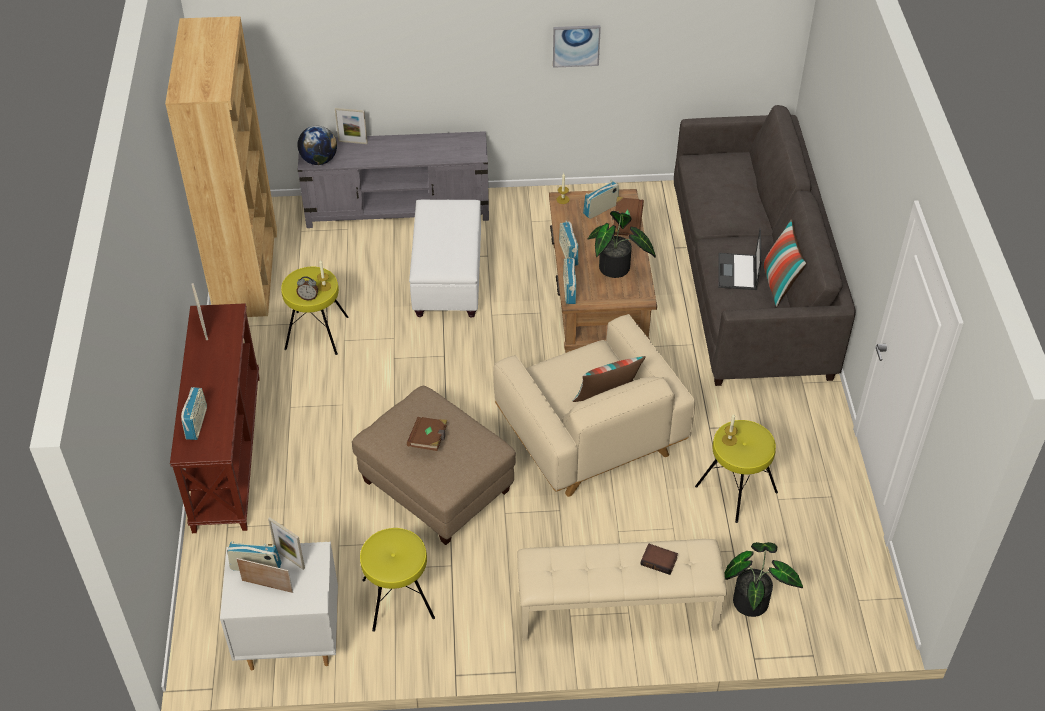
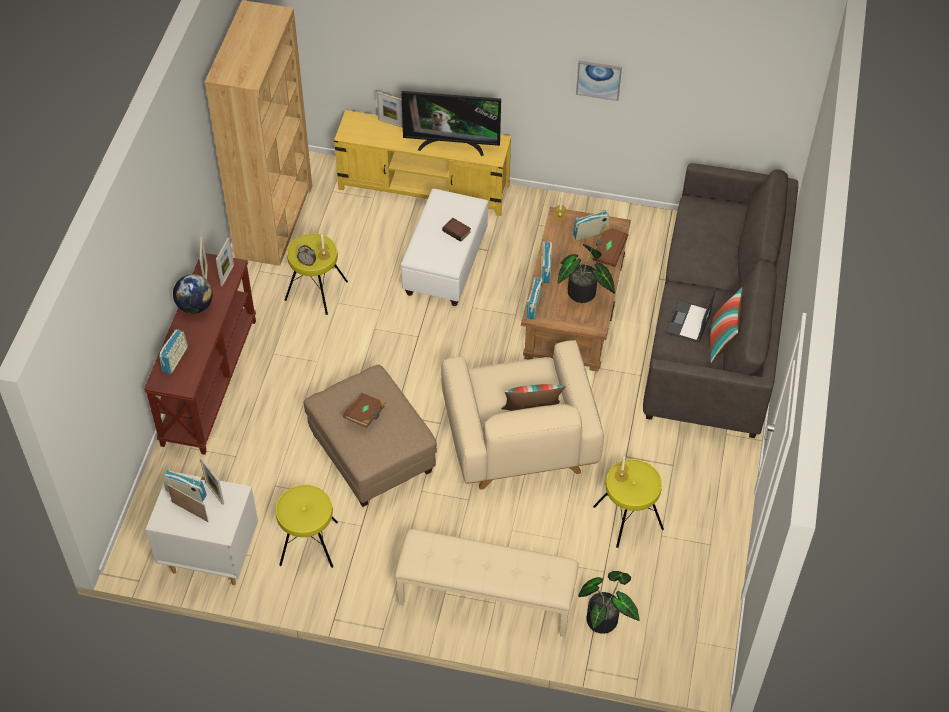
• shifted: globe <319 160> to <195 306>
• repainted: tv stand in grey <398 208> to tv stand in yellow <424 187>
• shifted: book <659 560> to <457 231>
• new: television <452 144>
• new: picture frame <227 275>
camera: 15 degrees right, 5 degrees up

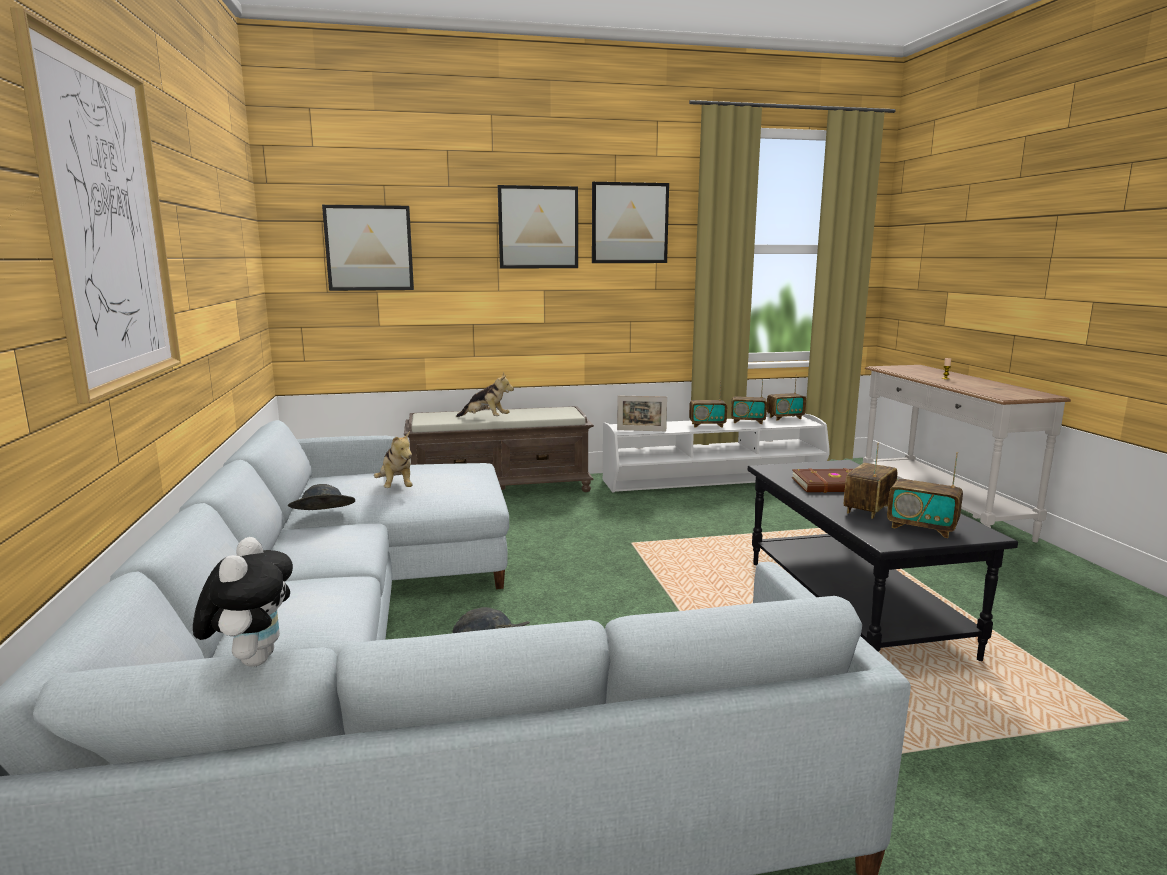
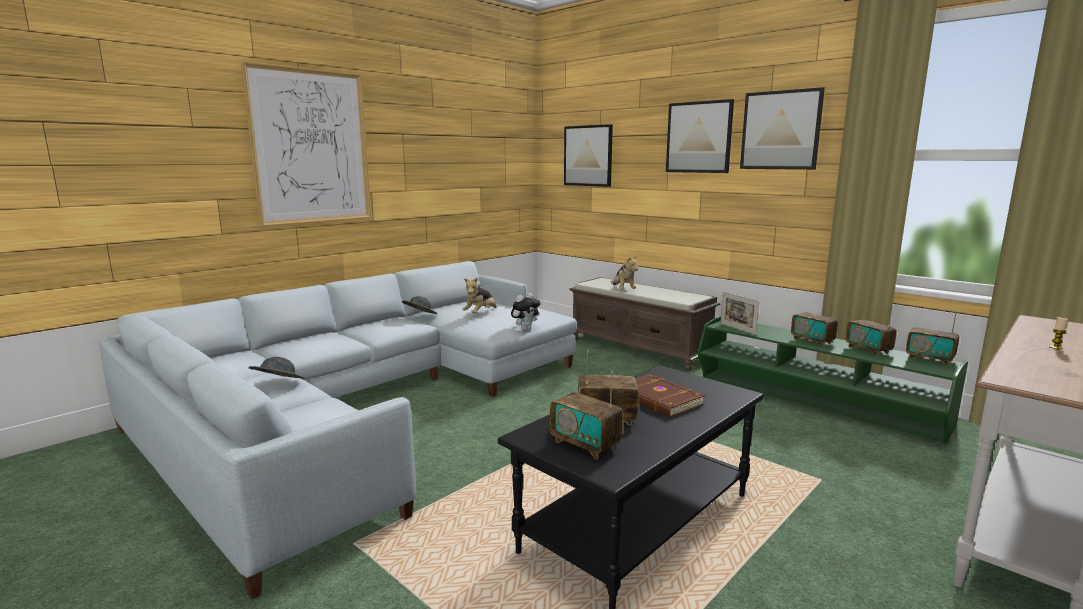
• repainted: tv stand in white <714 481> to tv stand in green <814 402>
• rotated: radio <921 528> = <585 445> 45 degrees counterclockwise
• shifted: plush toy <252 659> to <525 329>
camera: 55 degrees right, 0 degrees up

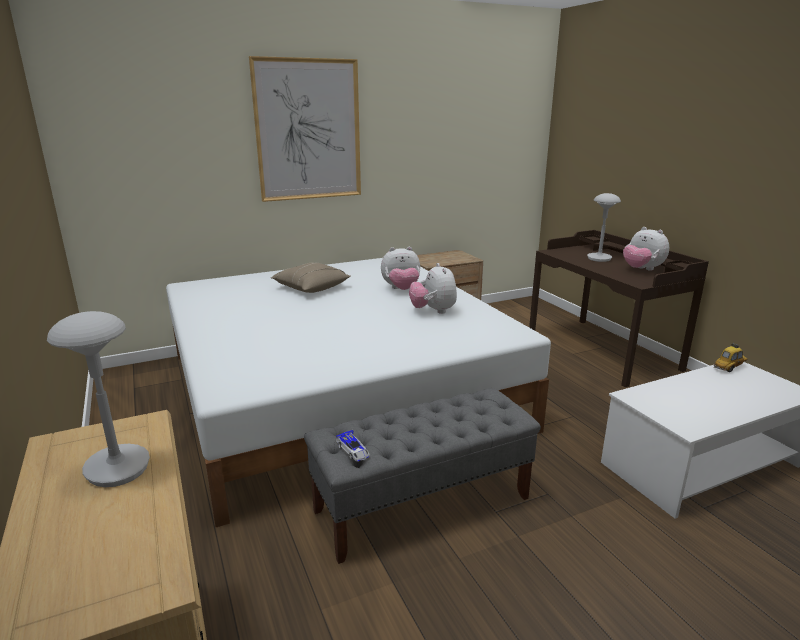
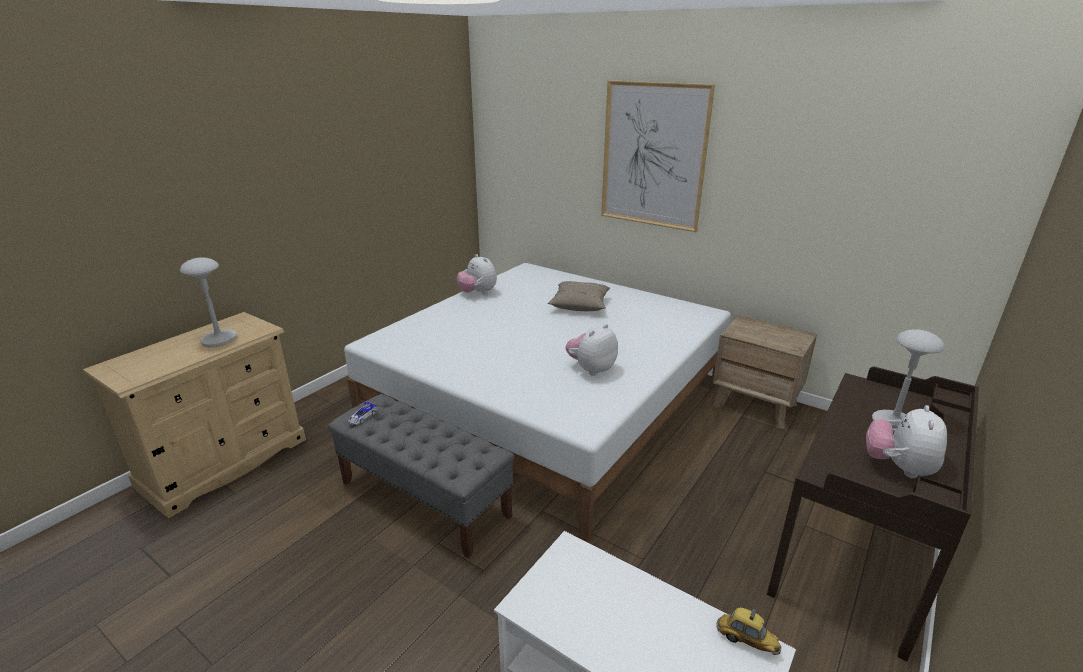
• shifted: plush toy <401 289> to <478 293>
camera: 60 degrees right, 5 degrees up

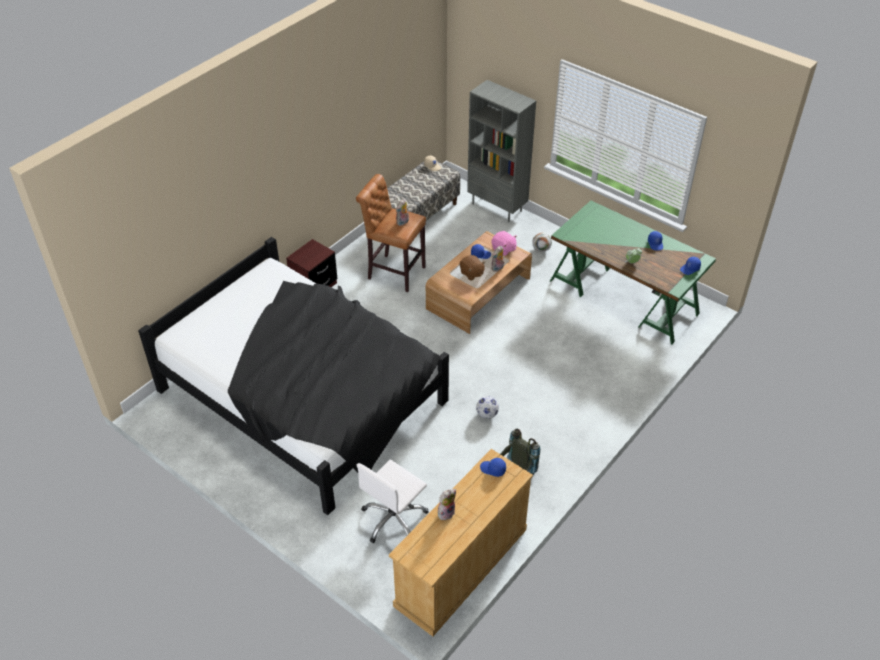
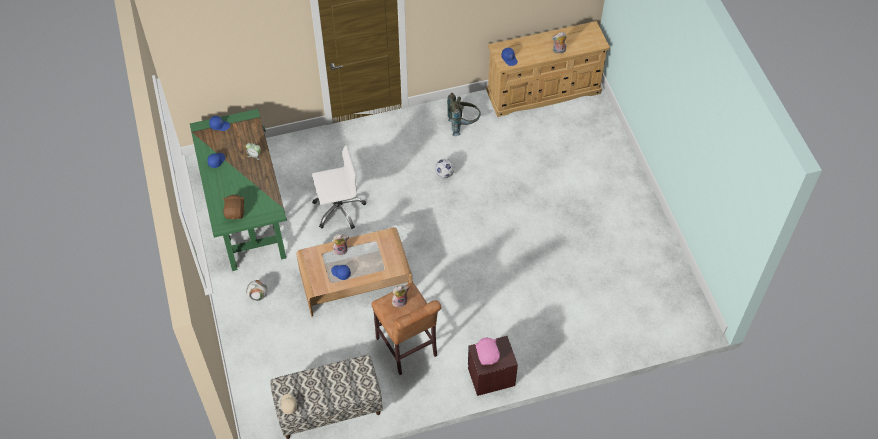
• gone: bookcase in grey <497 207>
• shifted: plush toy in pink <503 249> to <487 355>
• gone: bed in black <304 395>
• shifted: plush toy in brown <471 273> to <235 212>
• shifted: office chair in white <394 519> to <338 209>
camera: 145 degrees left, 10 degrees up

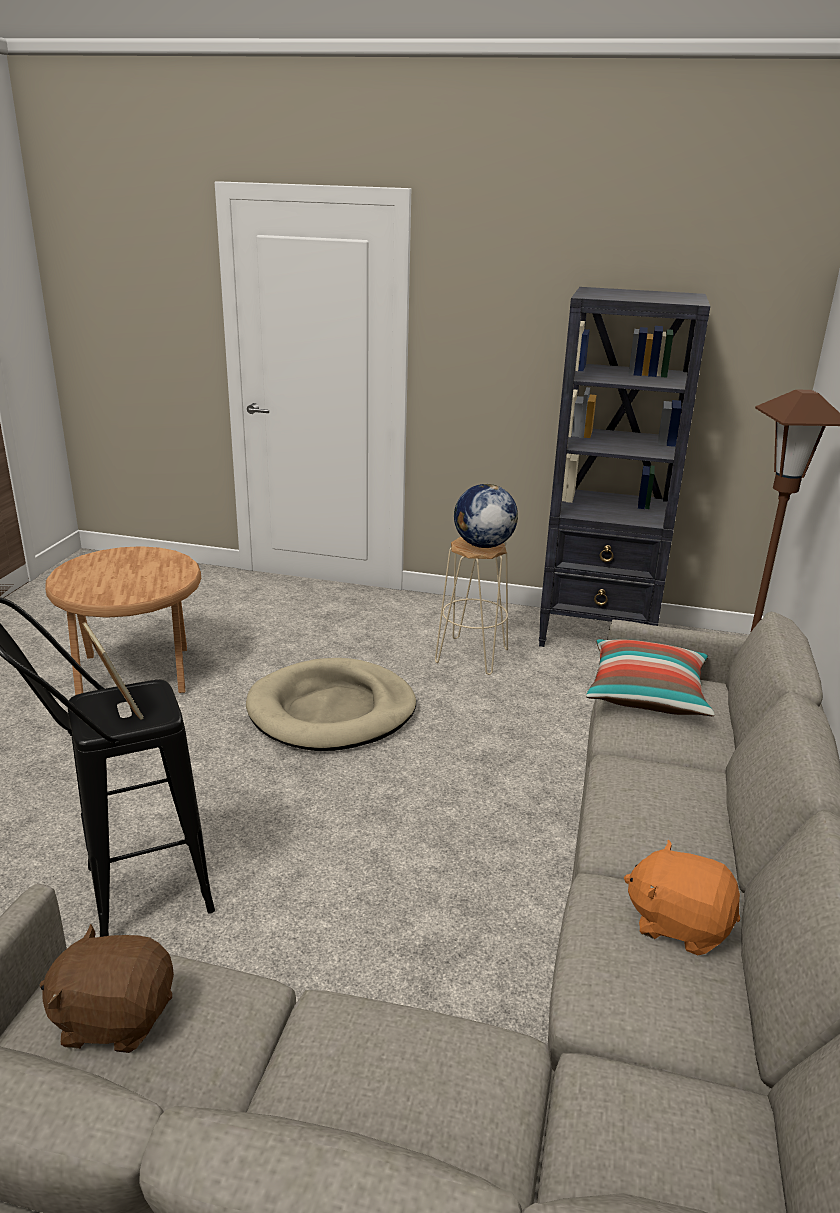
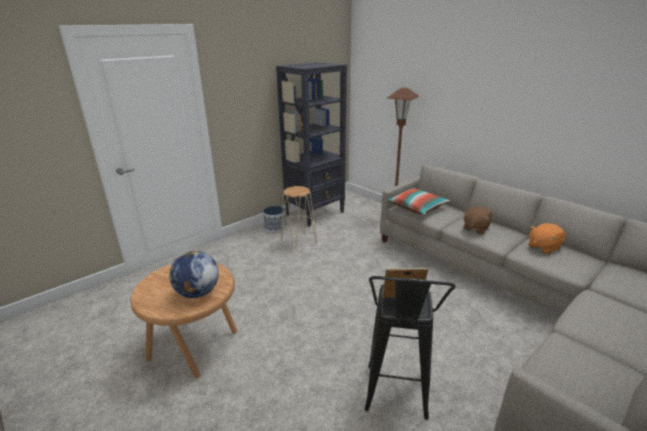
• shifted: globe <483 545> to <197 293>
• gone: dog bed in beige <332 711>
• shifted: plush toy in brown <114 1017> to <475 228>
• new: planter <275 228>
camera: 55 degrees left, 0 degrees up

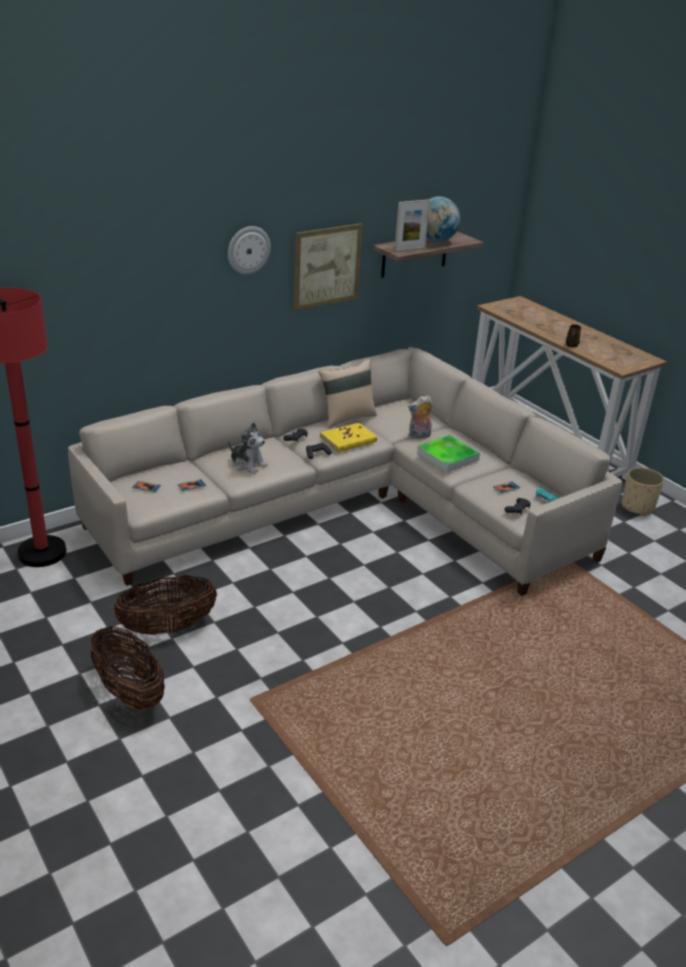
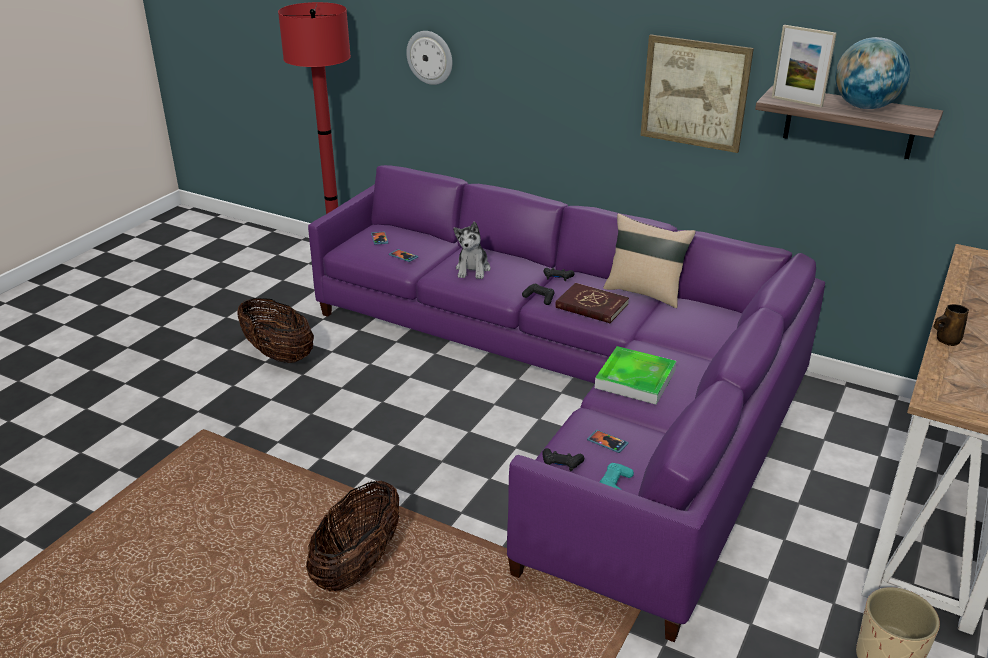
• shifted: wall clock <248 250> to <430 57>
• repainted: sofa in beige <351 506> to sofa in purple <574 389>
• gone: plush toy <419 436>
• repainted: book in yellow <348 440> to book in red <591 306>
• shifted: basket <129 692> to <358 564>
camera: 65 degrees right, 0 degrees up

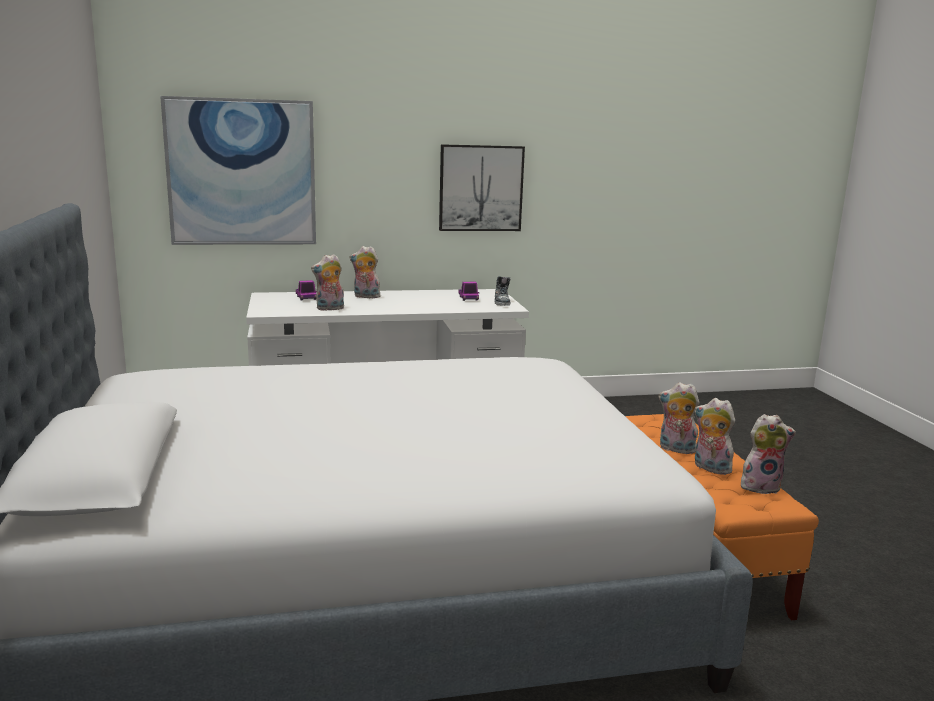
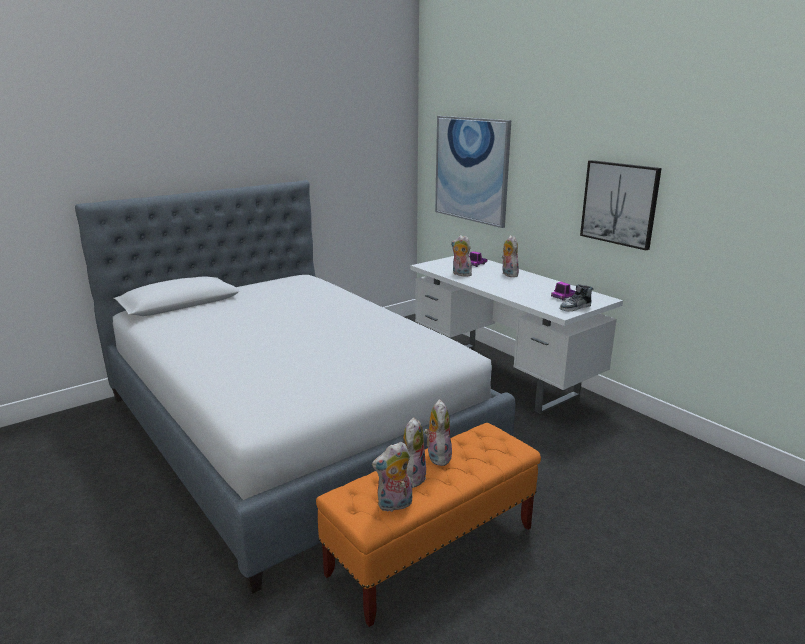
• rotated: plush toy <761 486> = <395 505> 90 degrees clockwise
camera: 65 degrees right, 5 degrees up

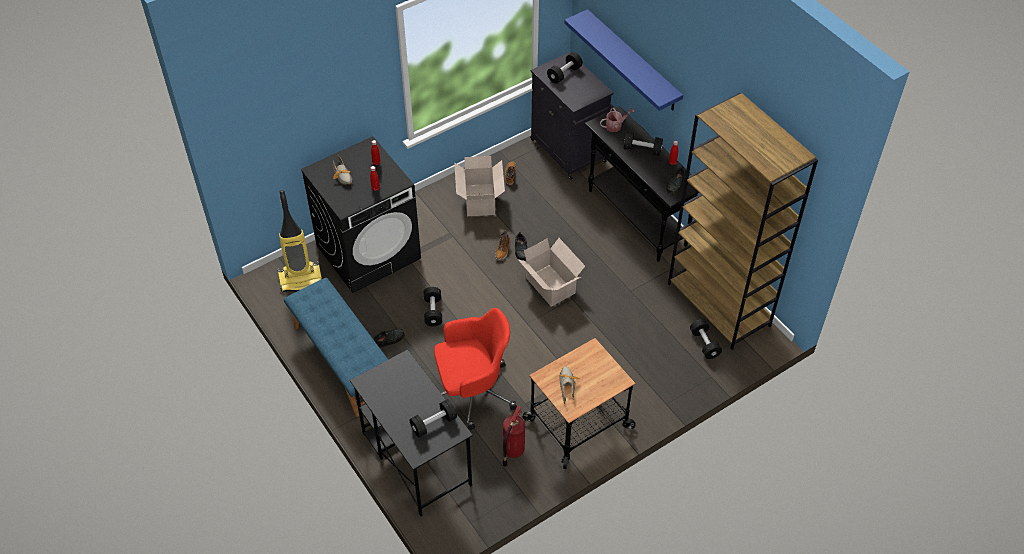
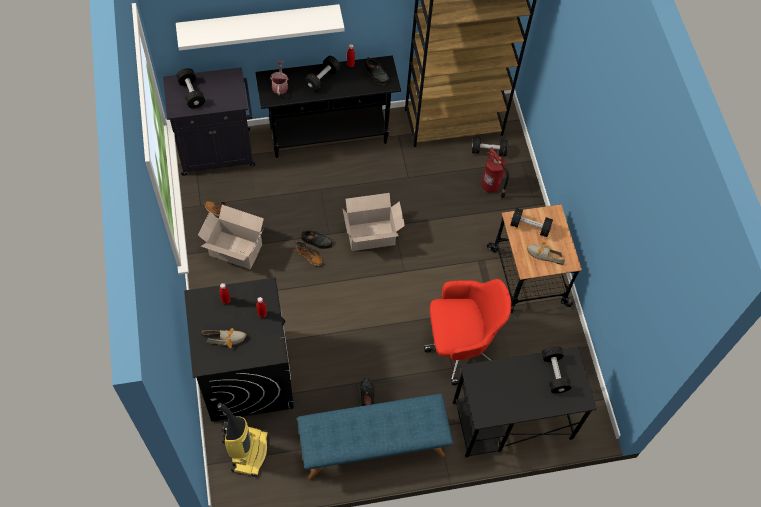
• repainted: shelf in blue <632 61> to shelf in white <259 23>
• shifted: dumbbell in black <433 311> to <529 227>
• rotated: office chair in red <473 392> = <460 345> 75 degrees clockwise
• shifted: fire extinguisher <512 451> to <491 187>
camera: 70 degrees left, 10 degrees up

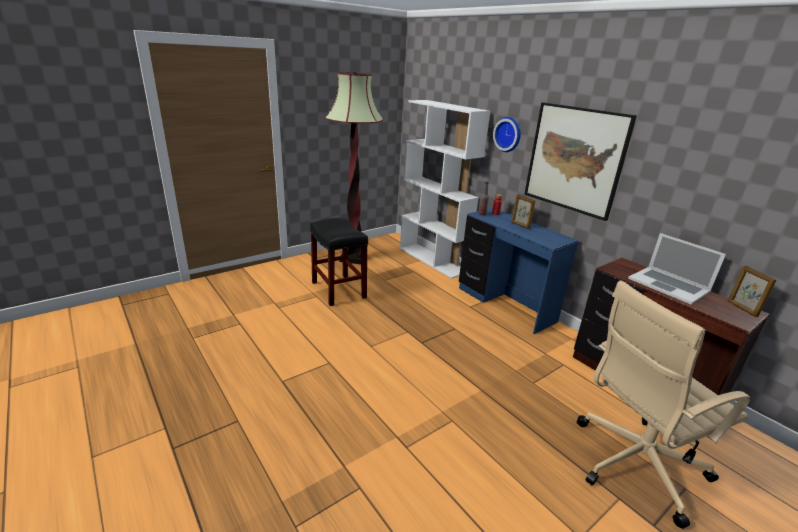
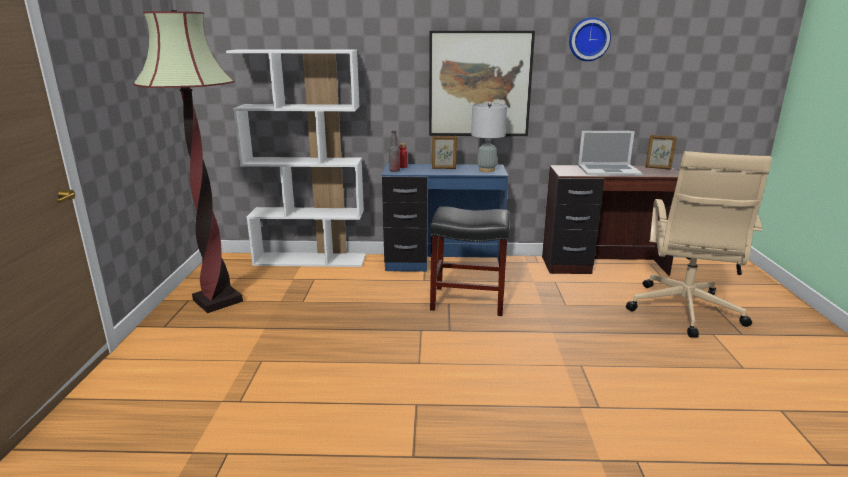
• shifted: wall clock <508 134> to <588 39>
• shifted: stool in black <338 290> to <467 301>
• new: table lamp in grey <486 170>
camera: 50 degrees left, 5 degrees down

